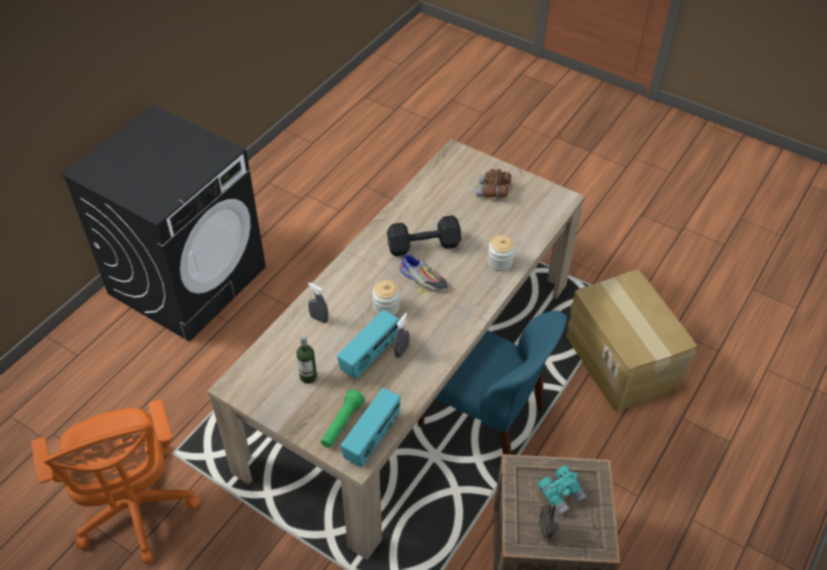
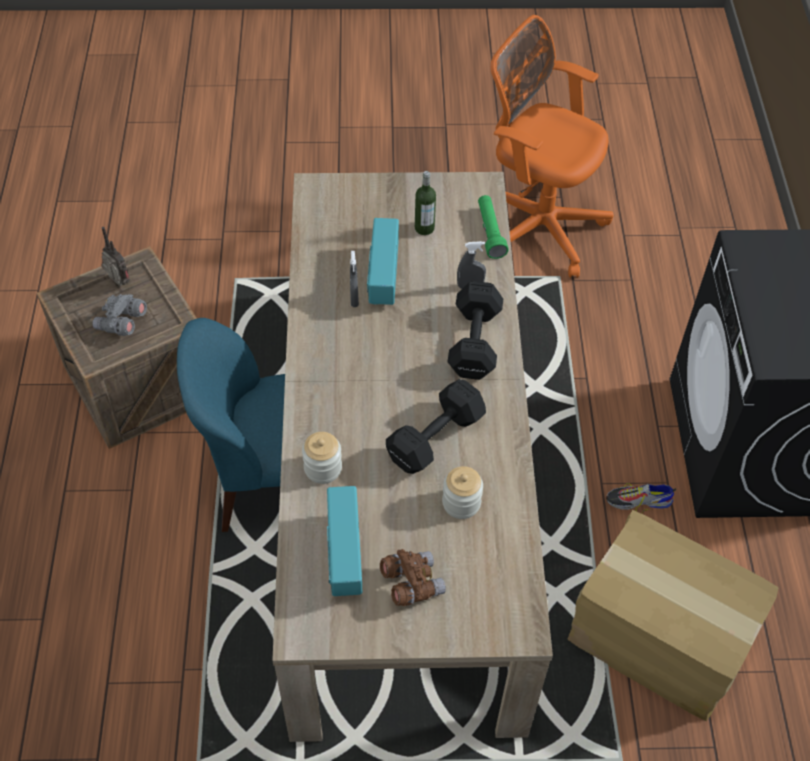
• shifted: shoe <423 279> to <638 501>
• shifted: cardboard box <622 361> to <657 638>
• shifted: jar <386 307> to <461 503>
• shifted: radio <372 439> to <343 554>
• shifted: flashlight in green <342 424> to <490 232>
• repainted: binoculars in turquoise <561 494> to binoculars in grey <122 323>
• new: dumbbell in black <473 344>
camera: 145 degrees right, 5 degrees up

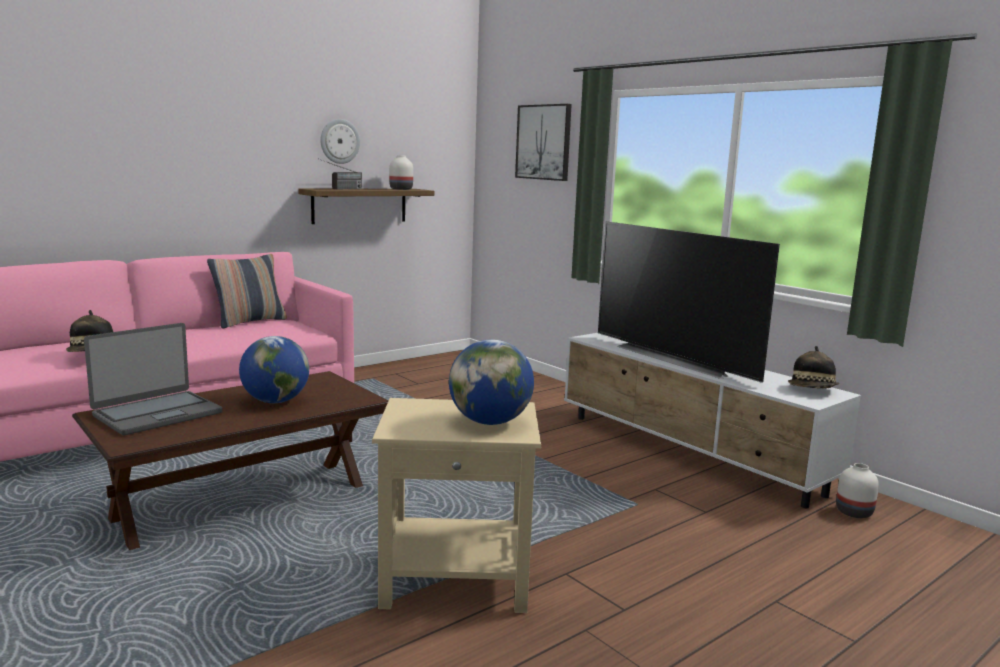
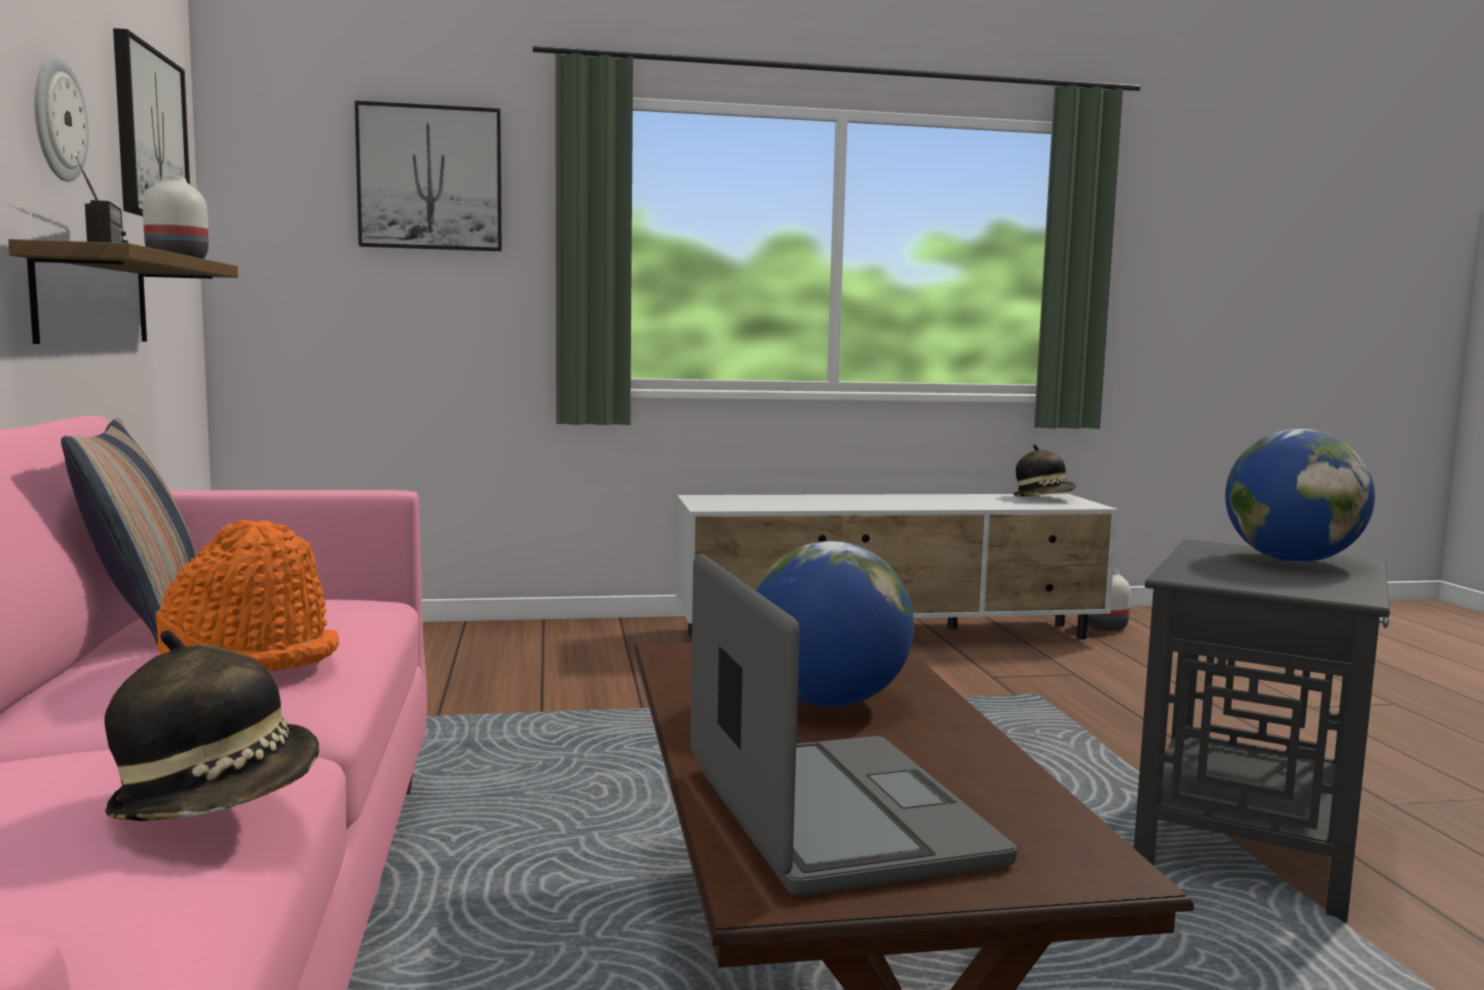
• gone: television <677 359>
• repainted: side table in beige <457 580> to side table in black <1247 845>
• new: picture <149 135>
• new: hat in orange <252 656>
camera: 60 degrees left, 5 degrees down

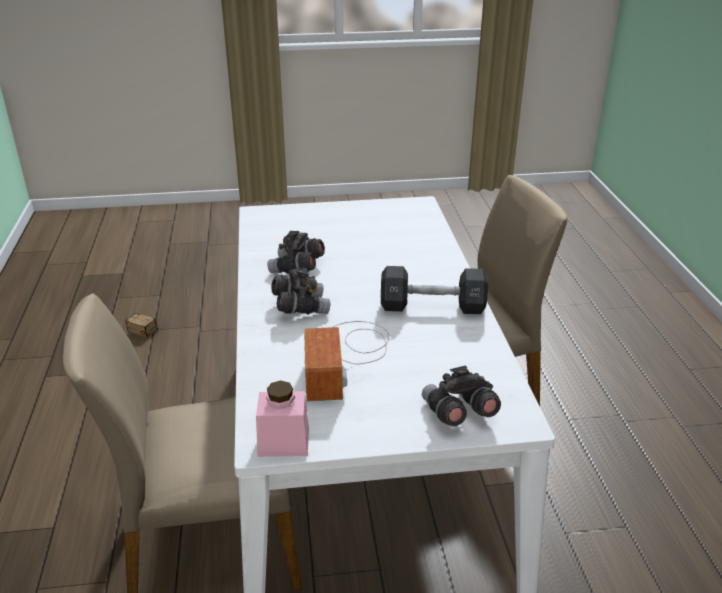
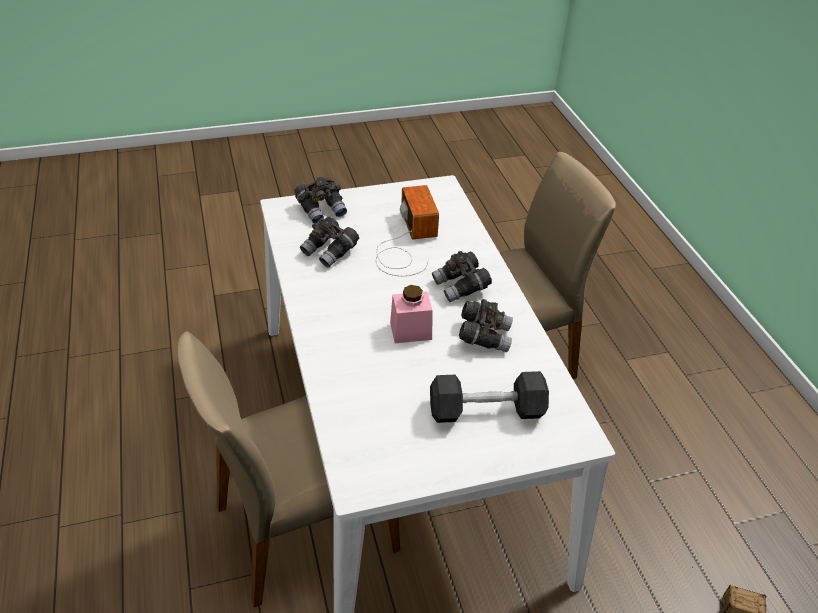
• shifted: dumbbell in black <432 306> to <486 411>
• shifted: jar in pink <283 442> to <410 331>
• new: binoculars in grey <330 252>
camera: 170 degrees right, 10 degrees up

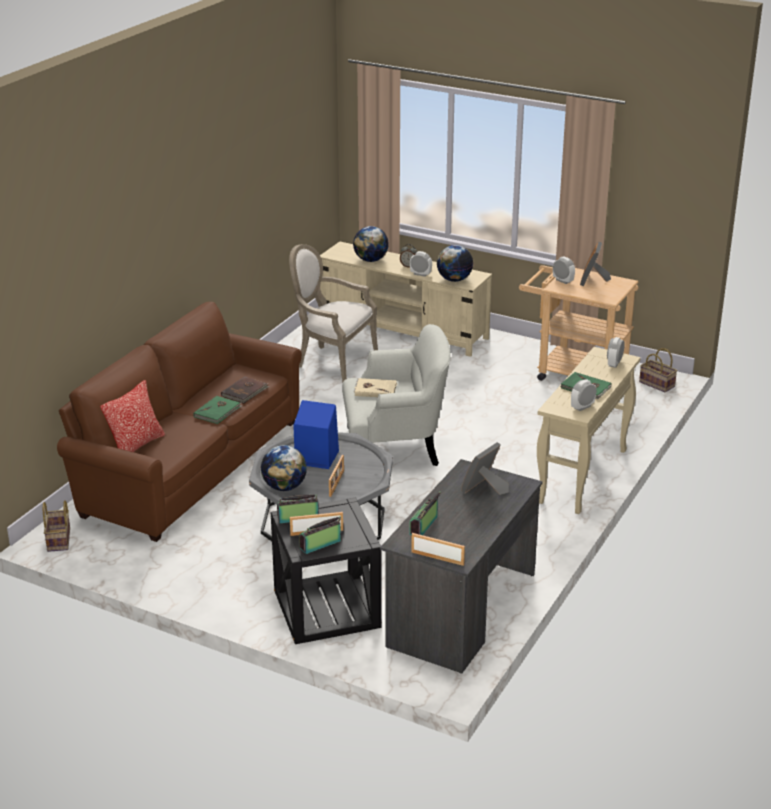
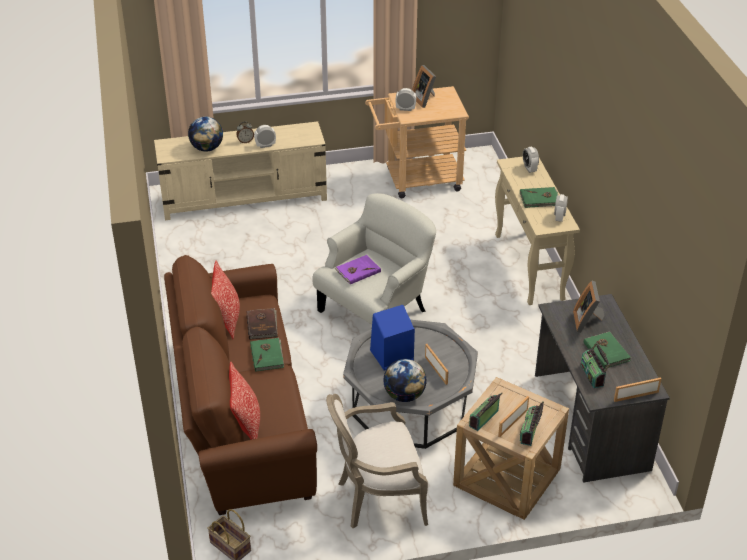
• shifted: armchair <332 362> to <377 498>
• gone: globe <454 279>
• gone: basket <658 384>
• repainted: book in beige <375 390> to book in purple <357 271>
• repainted: side table in black <326 609> to side table in beige <507 477>
• new: pillow <227 319>
• new: book in green <607 351>
camera: 40 degrees left, 10 degrees up

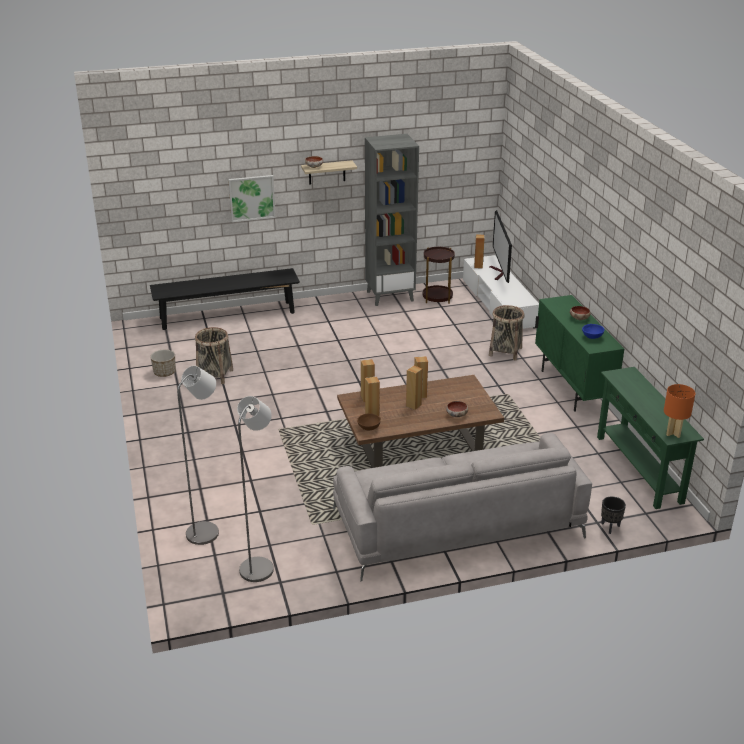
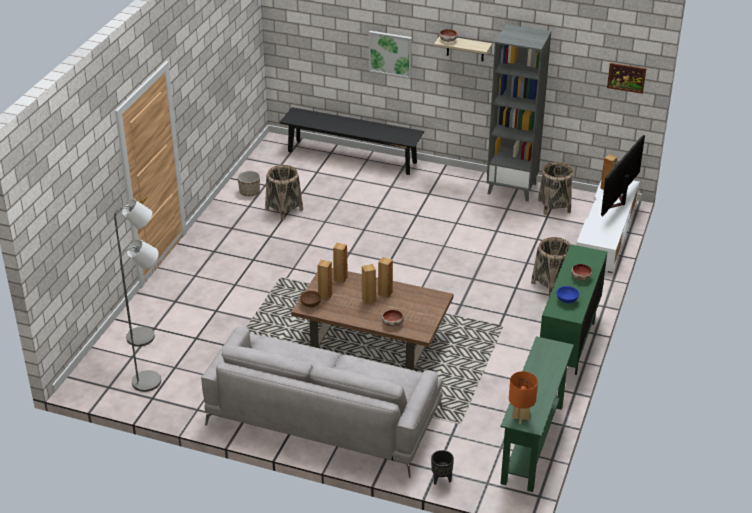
• swapped: side table in brown <437 298> to basket <554 206>
• new: picture <626 77>
camera: 35 degrees right, 5 degrees up

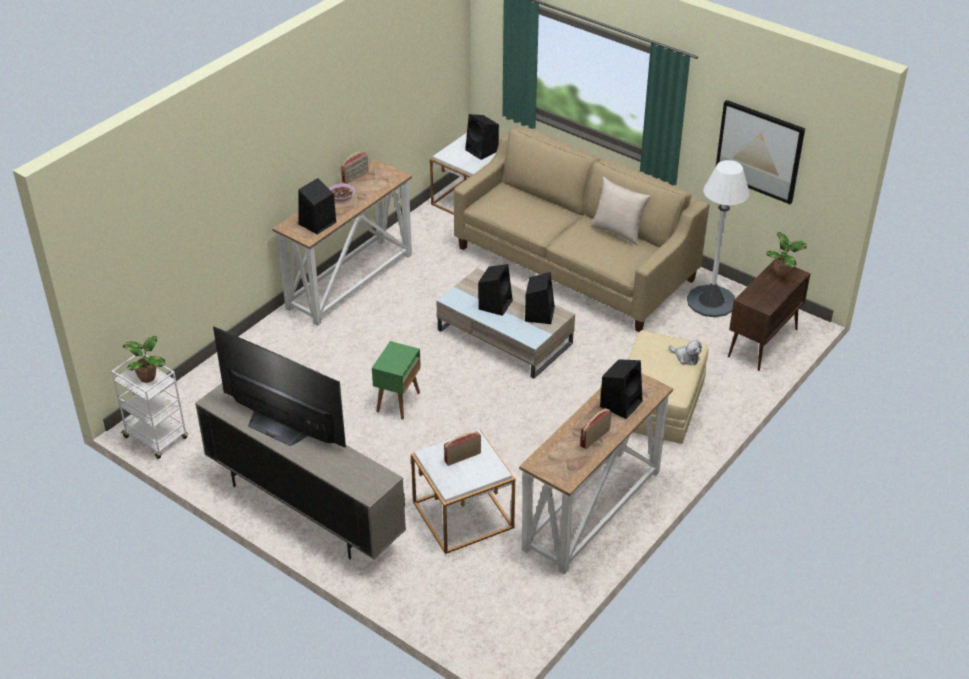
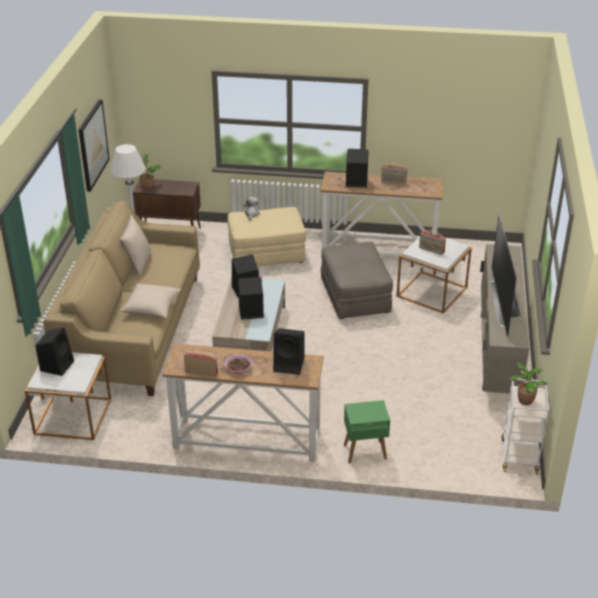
• shifted: side table in green <398 402> to <364 452>
• new: ottoman in grey <355 296>
• new: pillow in beige <151 307>
camera: 120 degrees left, 5 degrees down

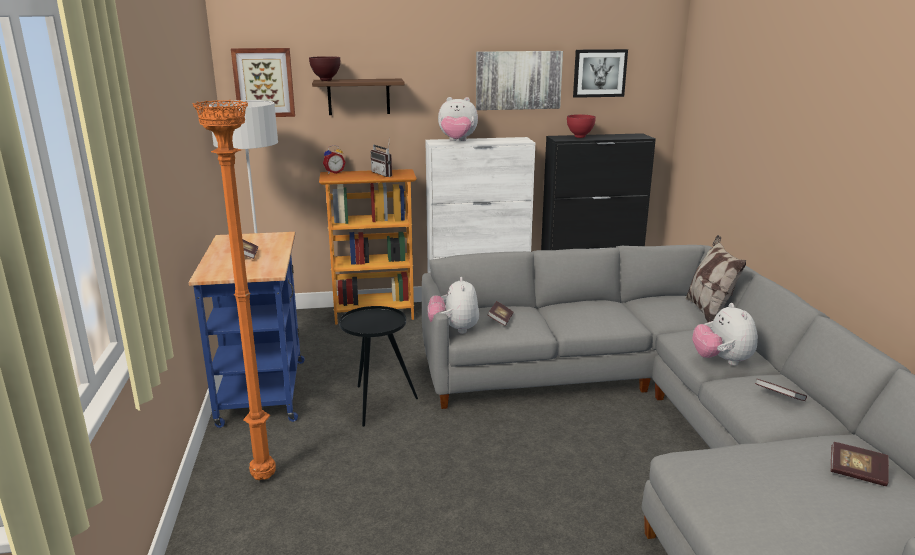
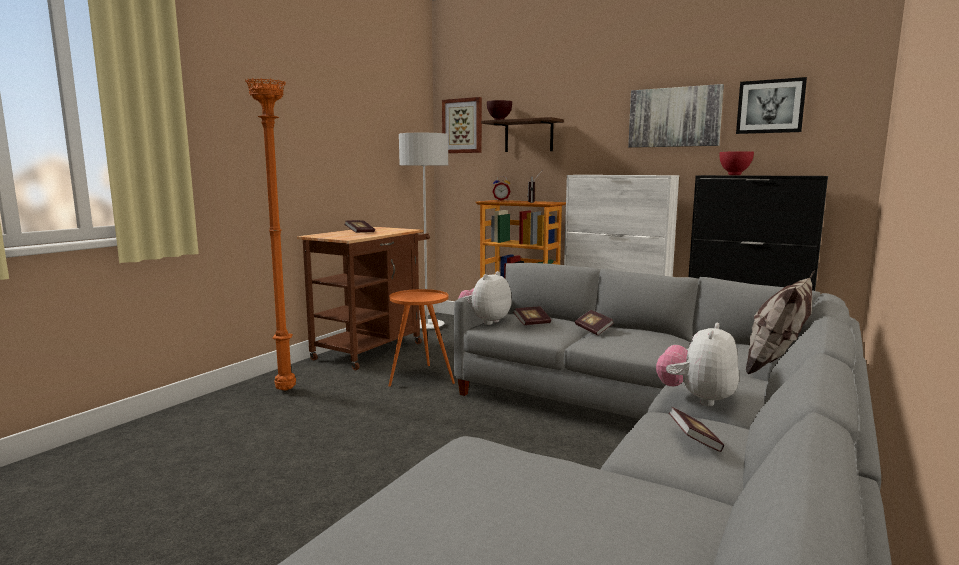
• gone: plush toy <457 141>
• repainted: cart in blue <263 387> to cart in brown <372 349>
• repainted: side table in black <376 404> to side table in orange <420 378>
• shifted: book <856 473> to <593 330>
camera: 40 degrees right, 10 degrees down

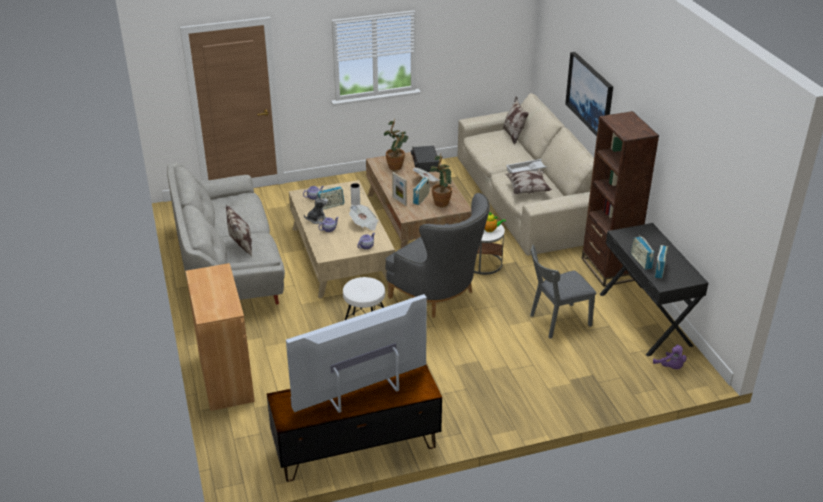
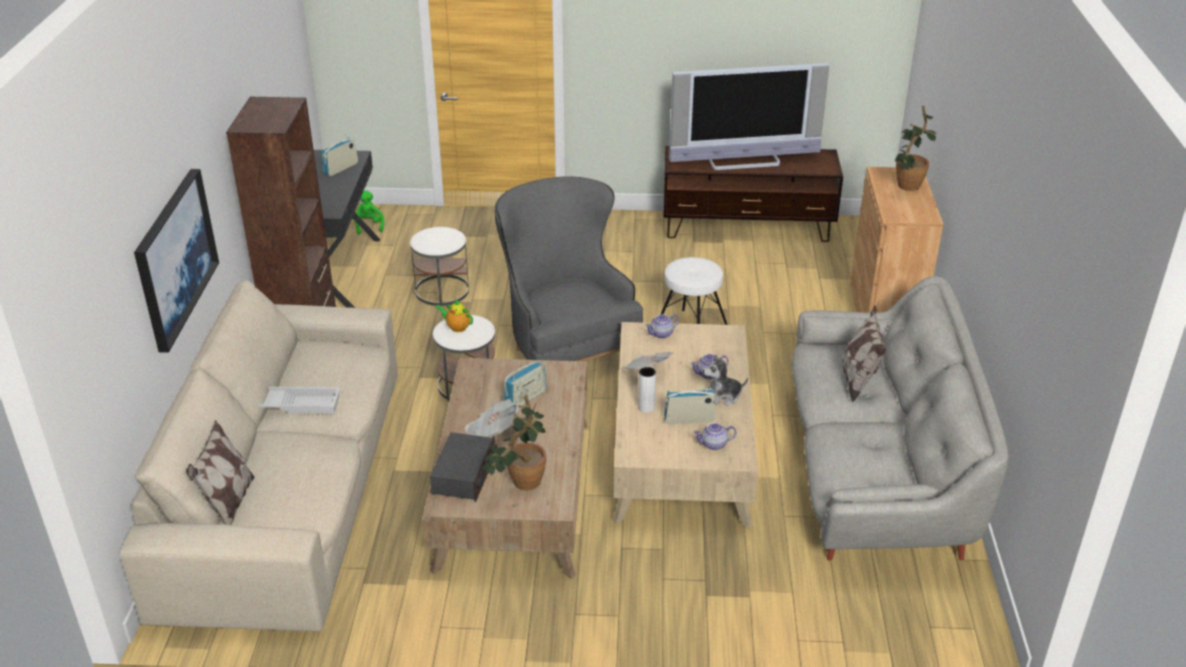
• shifted: potted plant <442 201> to <905 188>
• gone: pillow <528 189>
• gone: picture frame <399 201>
• gone: radio <641 261>
• swapped: chair in grey <556 321> to side table in white <442 291>
• repainted: plush toy in purple <670 367> to plush toy in green <368 226>
camera: 160 degrees left, 0 degrees up

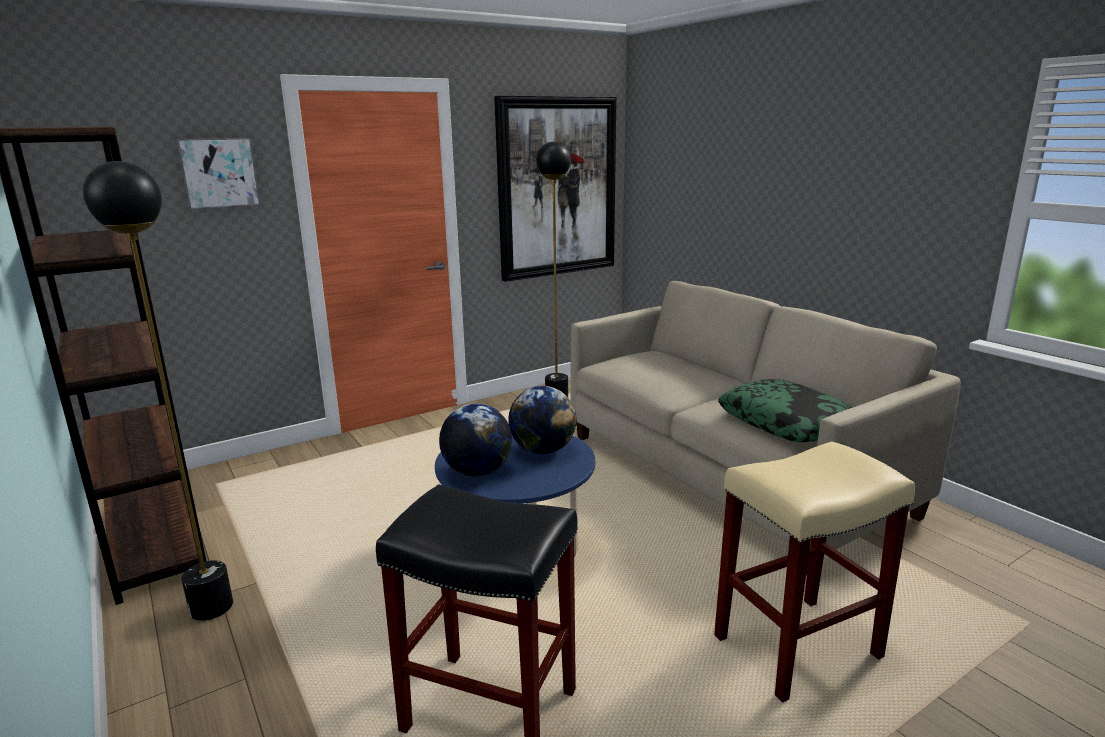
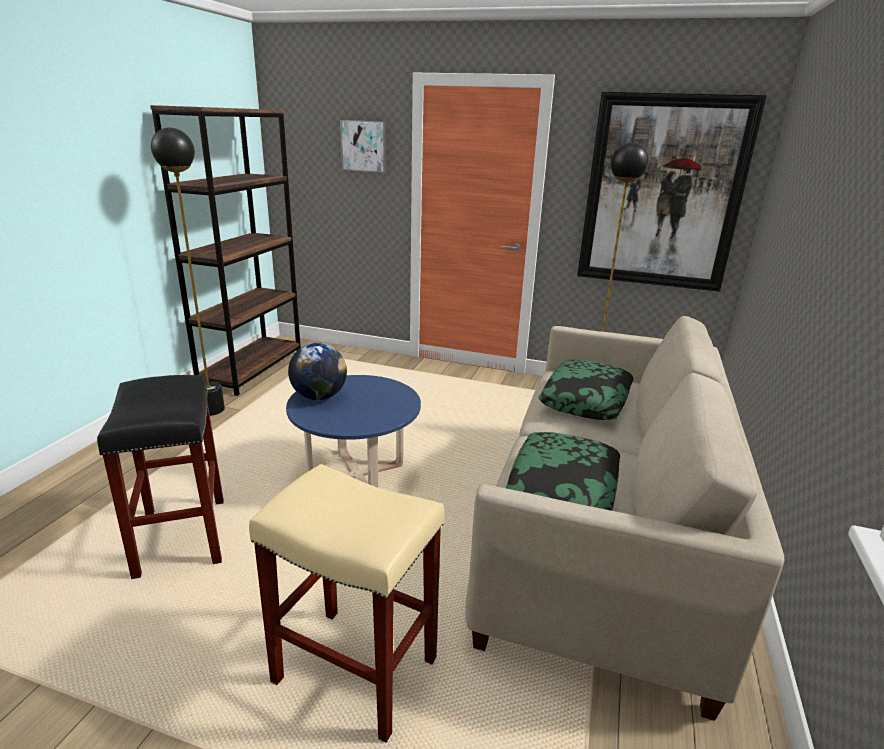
• gone: globe <543 450>
• new: pillow <586 400>
camera: 50 degrees right, 5 degrees up

